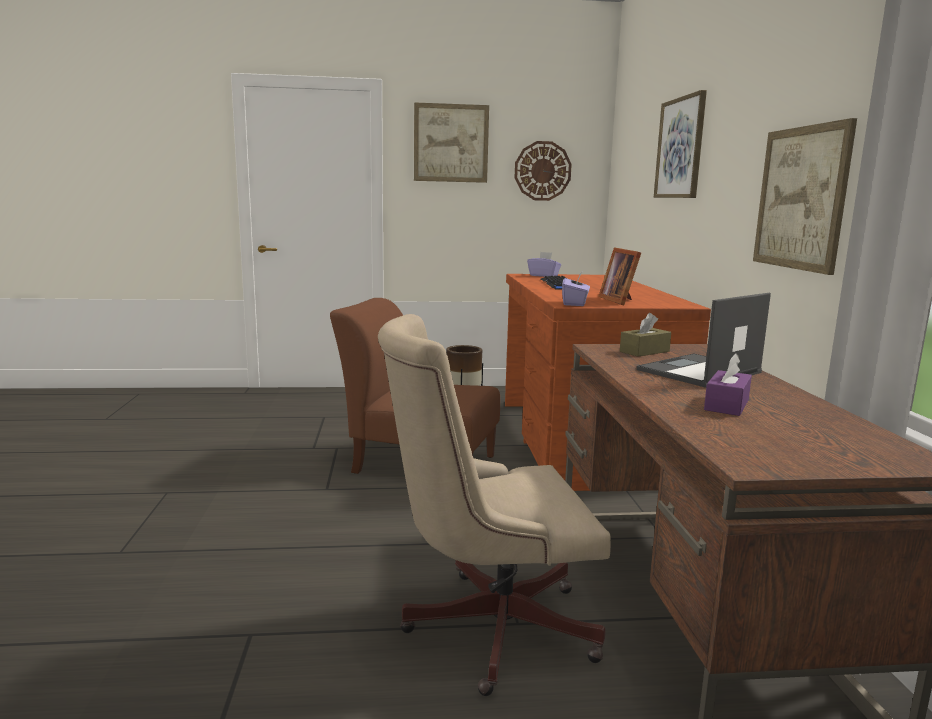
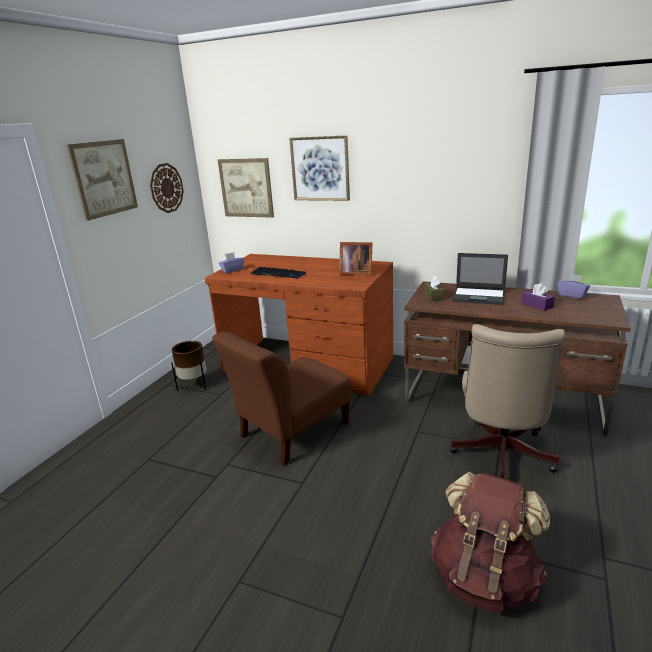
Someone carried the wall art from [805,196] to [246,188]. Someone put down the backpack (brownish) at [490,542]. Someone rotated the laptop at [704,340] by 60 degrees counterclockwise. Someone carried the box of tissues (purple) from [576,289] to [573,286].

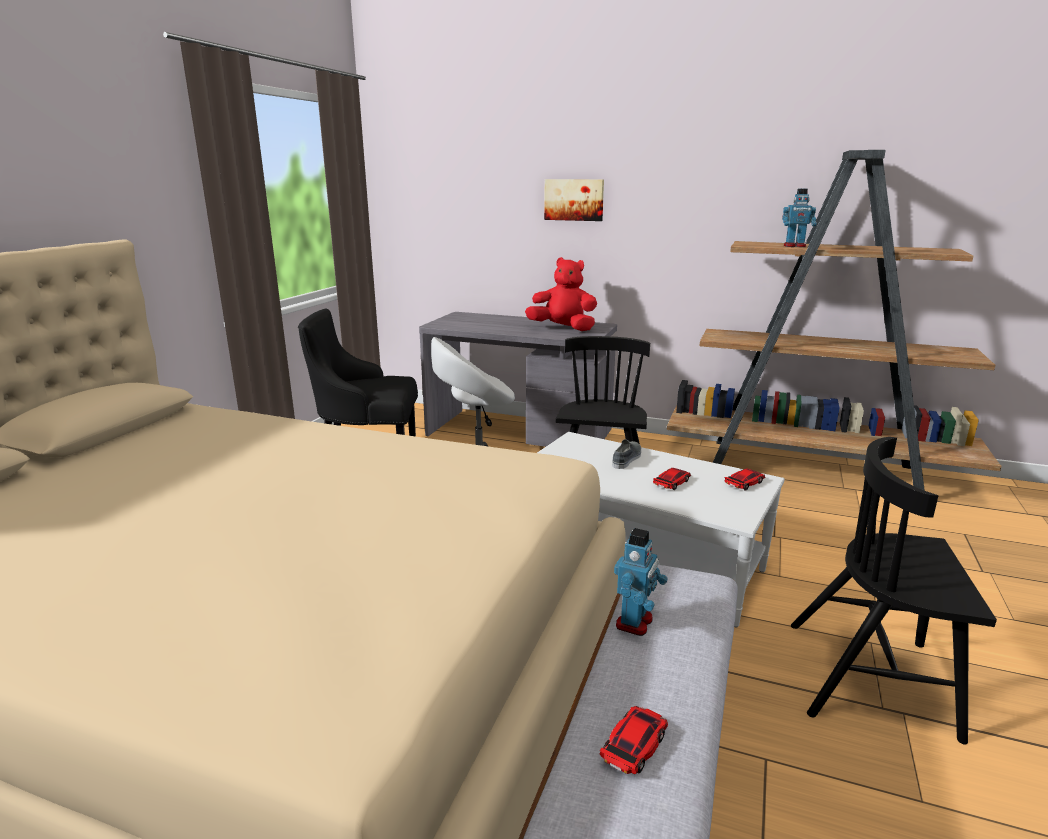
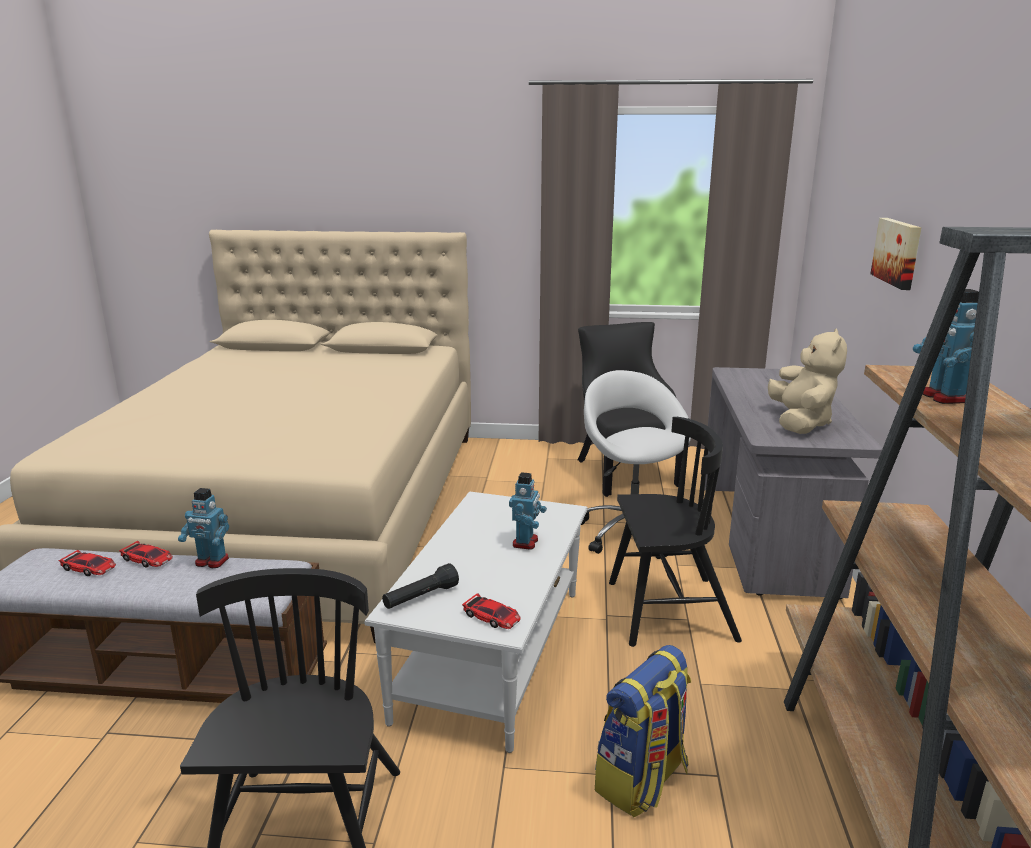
Someone carried the model car from [672,479] to [146,554]. Someone put down the flashlight (blackish) at [420,586]. Someone swapped the item of footwear (gray) at [626,454] for the toy robot at [528,511]. Someone put down the backpack at [643,731]. Someone repainted the plush toy (reddish) at [561,294], which became the plush toy (beige) at [807,381].

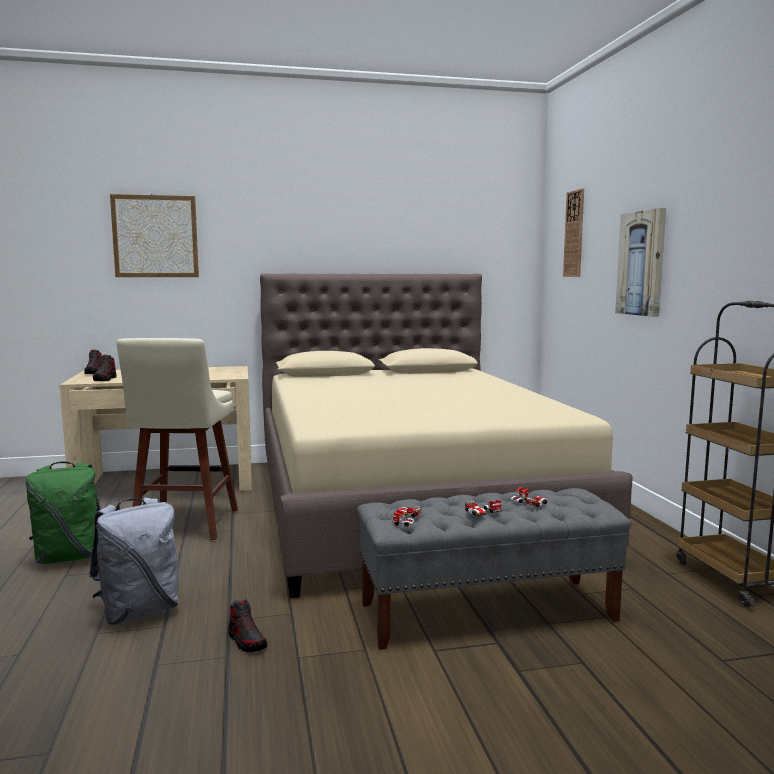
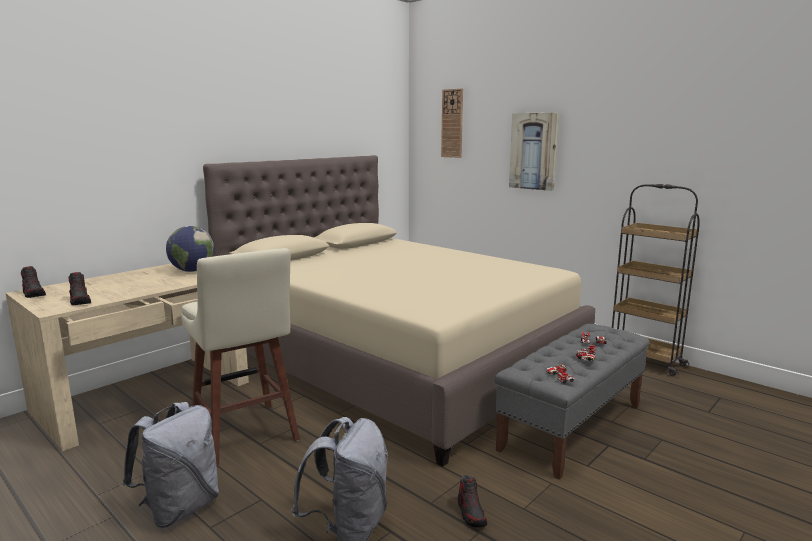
Someone repainted the backpack (green) at [63,512], which became the backpack (gray) at [171,465]. Someone put down the globe at [190,249]. Someone rotated the item of footwear at [248,625] by 60 degrees clockwise. Someone took away the wall art at [154,235].

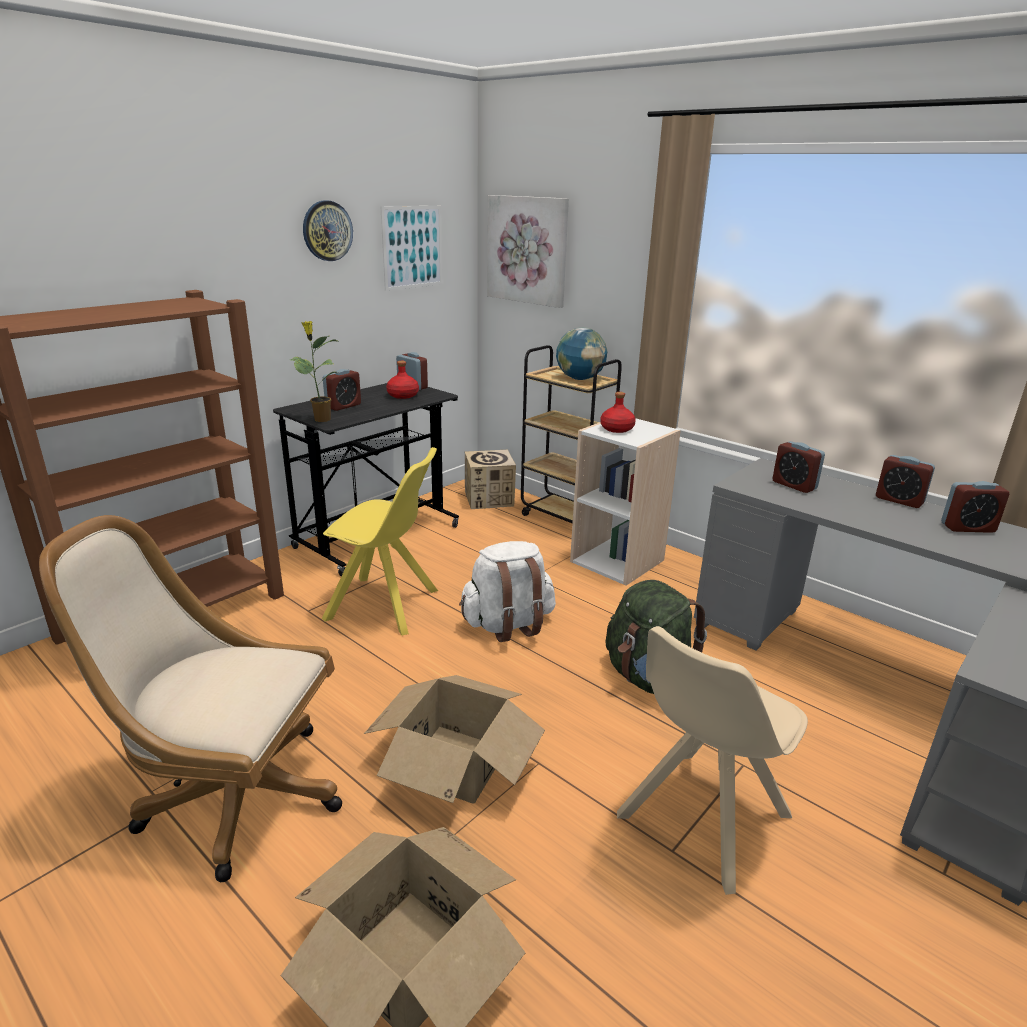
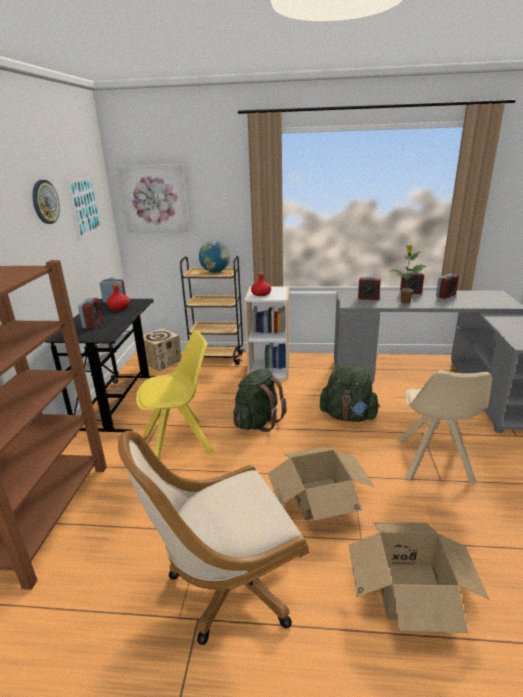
Someone repainted the backpack (white) at [507,591], which became the backpack (green) at [260,400]. Someone carried the plant in a pot from [313,371] to [409,274].

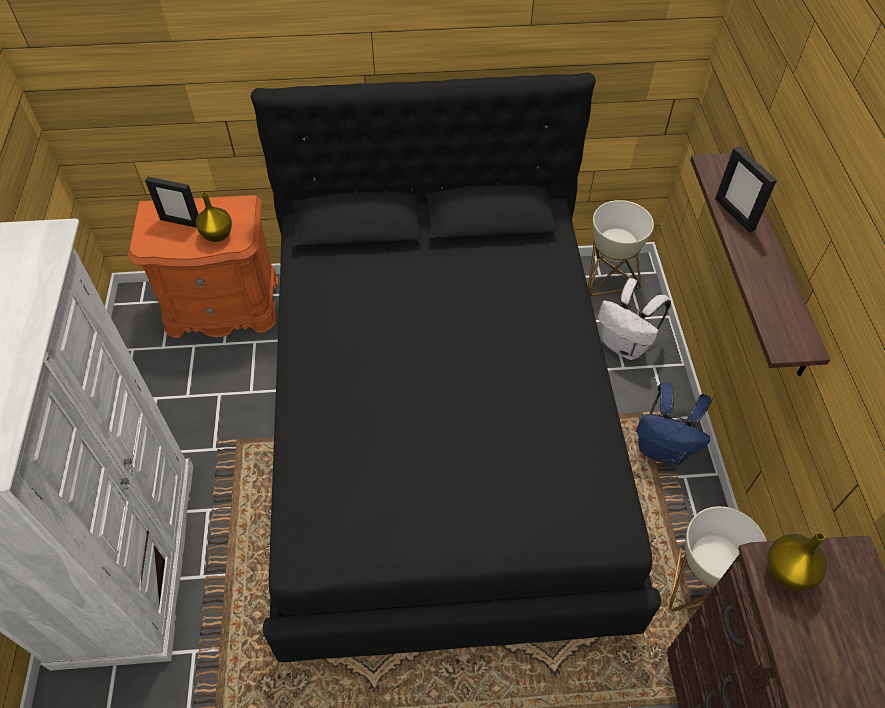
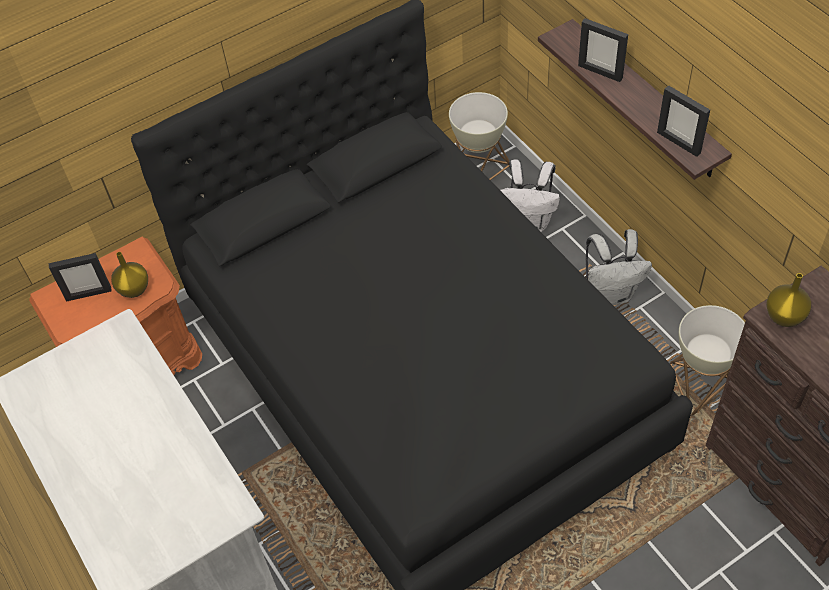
Someone repainted the backpack (bluish) at [674,424], which became the backpack (white) at [619,267]. Someone put down the picture frame at [683,121].

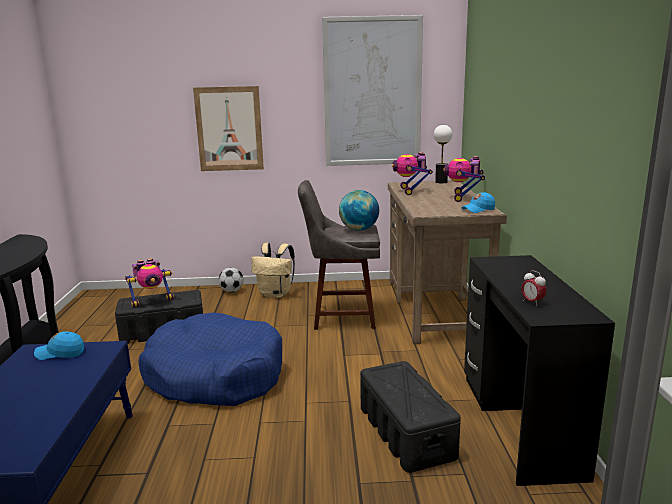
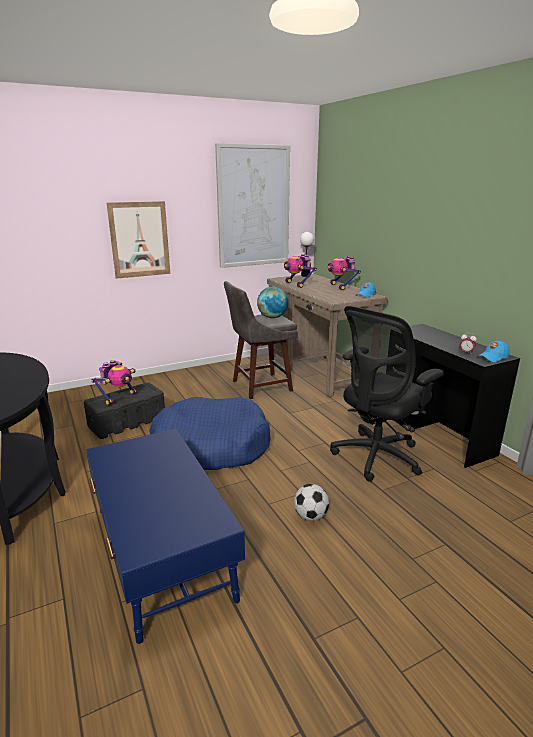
Someone carried the football from [231,279] to [311,502]. Someone swapped the storage container (blackish) at [410,417] for the office chair (blackish) at [387,394]. Someone carried the peaked cap (bluish) from [59,345] to [493,351]. Someone took away the backpack (beige) at [273,270].

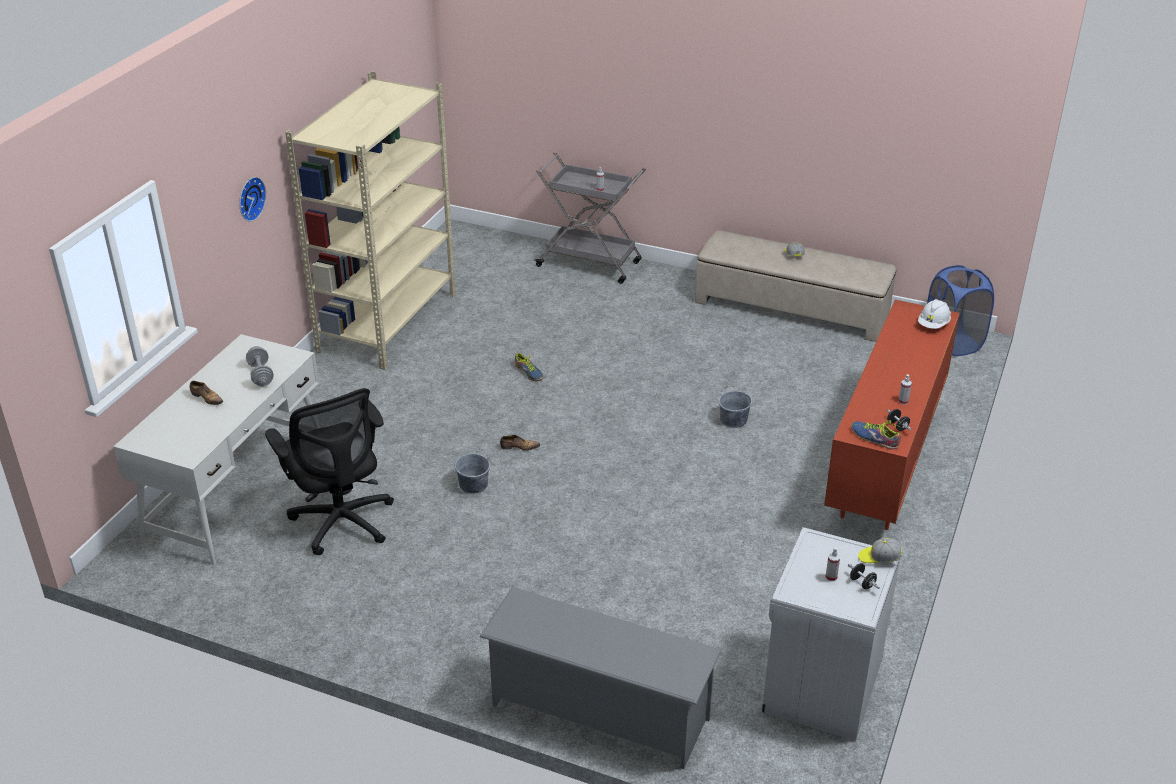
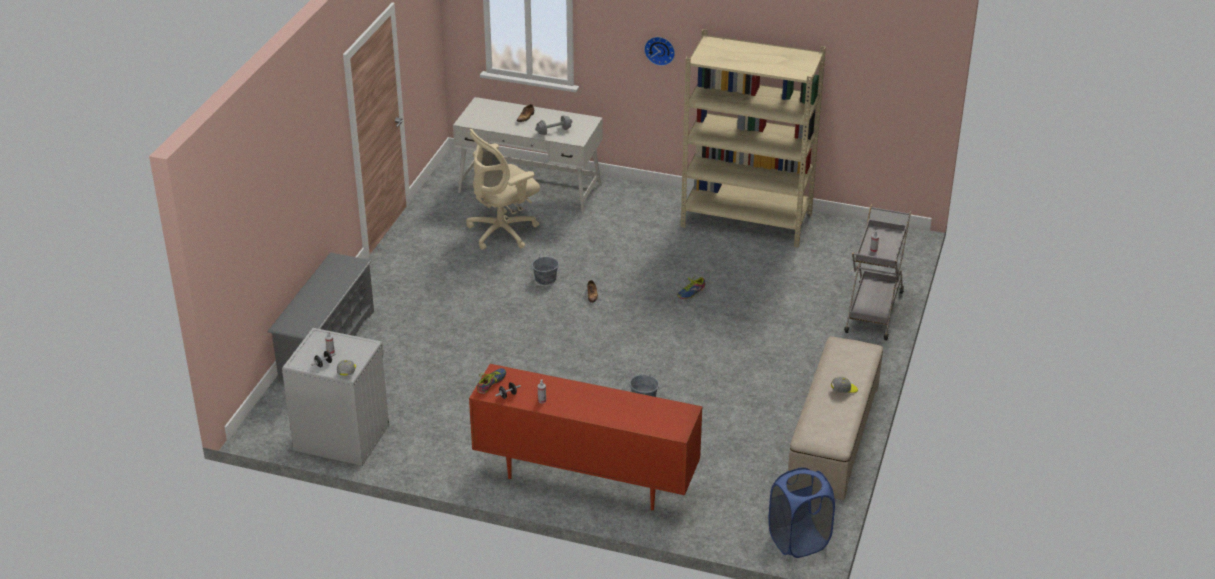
Someone repainted the office chair (blackish) at [329,471], which became the office chair (beige) at [503,189]. Someone took away the hard hat (white) at [934,314].

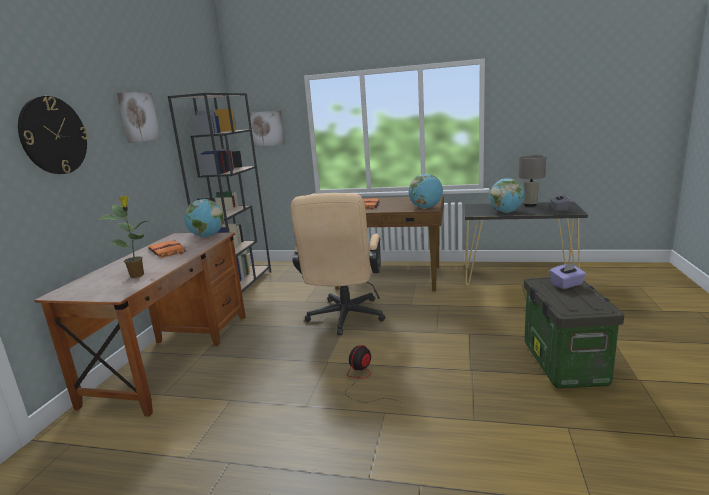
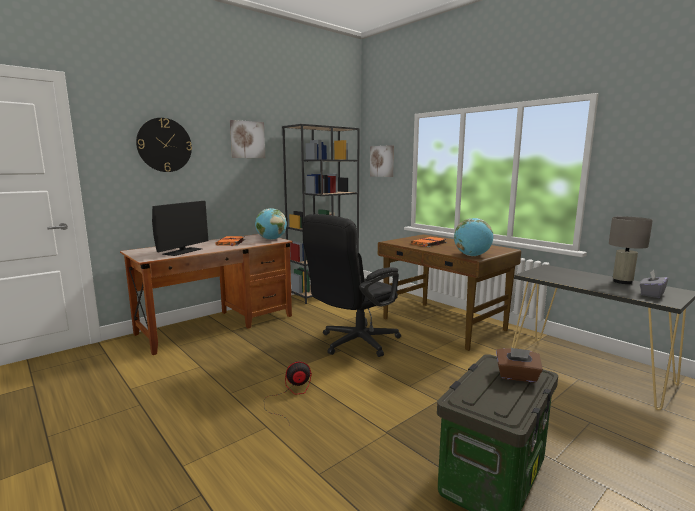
Someone swapped the plant in a pot at [123,237] for the computer display at [180,228]. Someone repainted the office chair (beige) at [338,264], which became the office chair (blackish) at [351,285]. Someone repainted the box of tissues (purple) at [567,276], which became the box of tissues (brownish) at [519,365]. Someone took away the globe at [507,195].

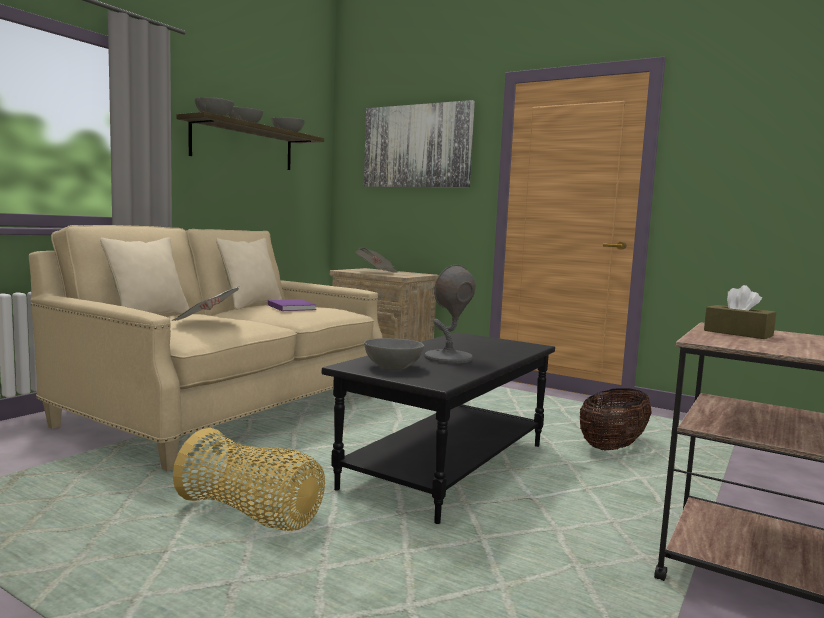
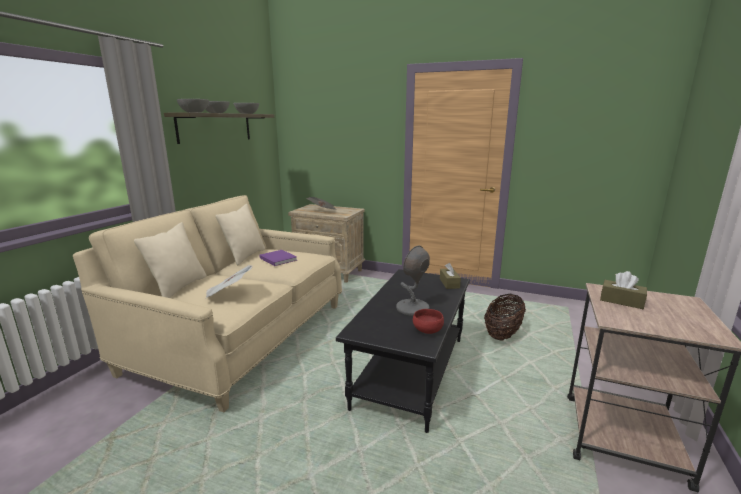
Someone put down the deep dish (reddish) at [428,321]. Someone put down the box of tissues (brownish) at [450,276]. Someone took away the storage basket at [249,479]. Someone took away the wall art at [419,143]. Someone took away the deep dish (gray) at [394,353].

